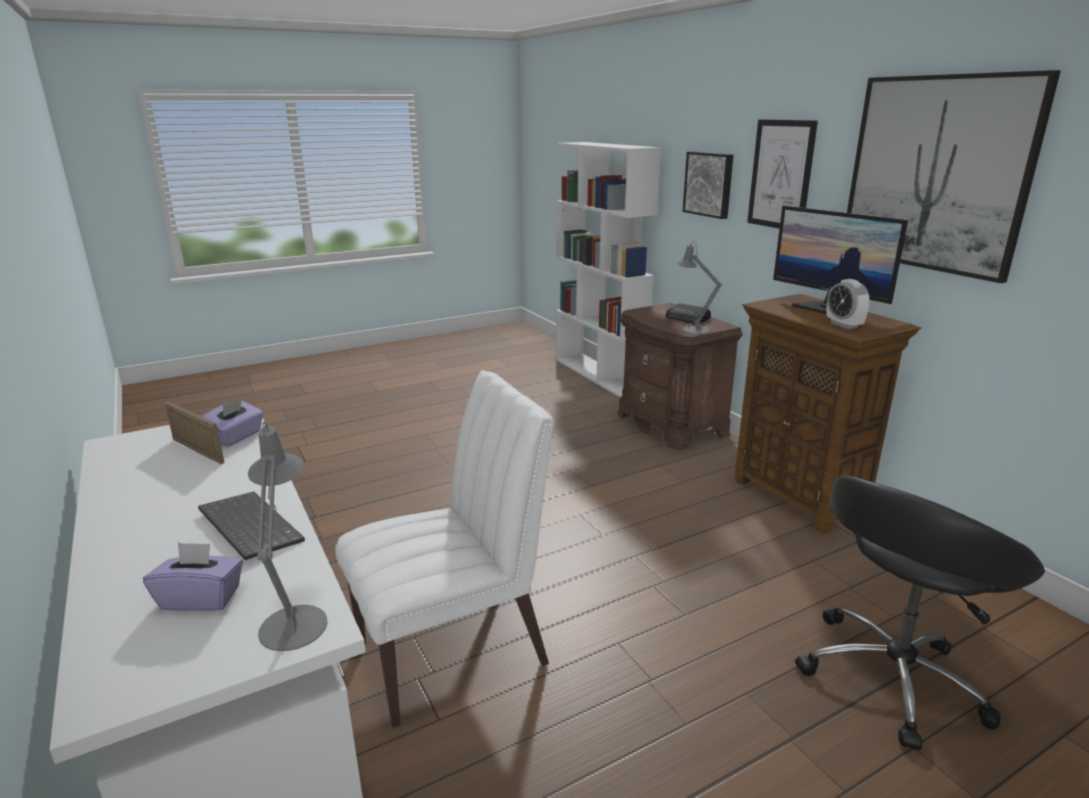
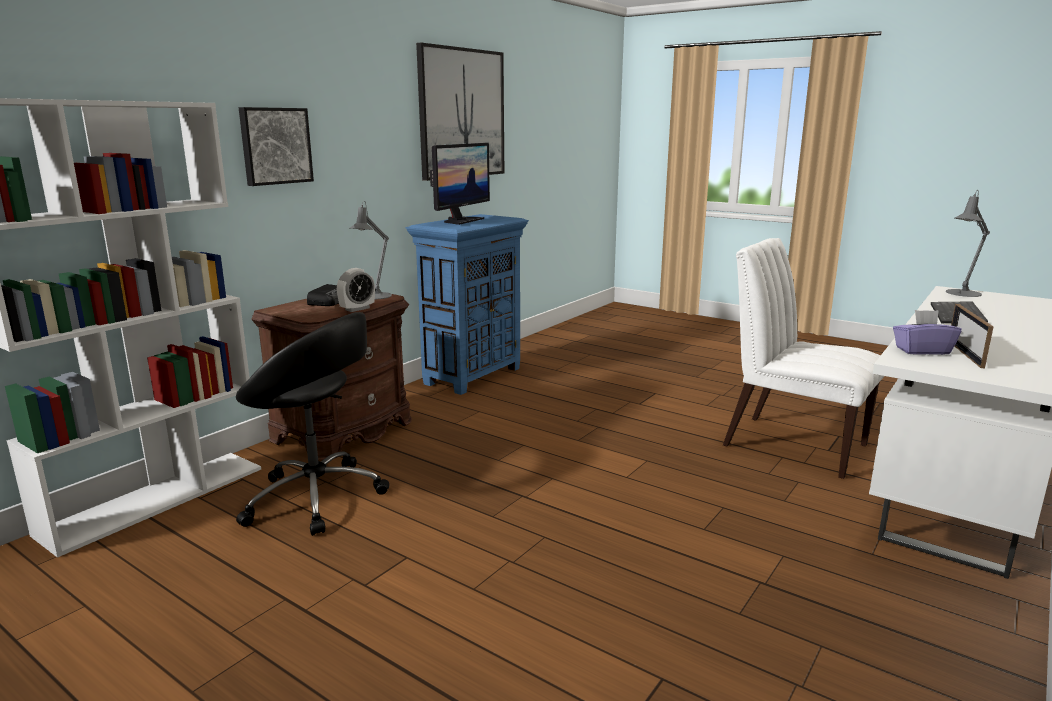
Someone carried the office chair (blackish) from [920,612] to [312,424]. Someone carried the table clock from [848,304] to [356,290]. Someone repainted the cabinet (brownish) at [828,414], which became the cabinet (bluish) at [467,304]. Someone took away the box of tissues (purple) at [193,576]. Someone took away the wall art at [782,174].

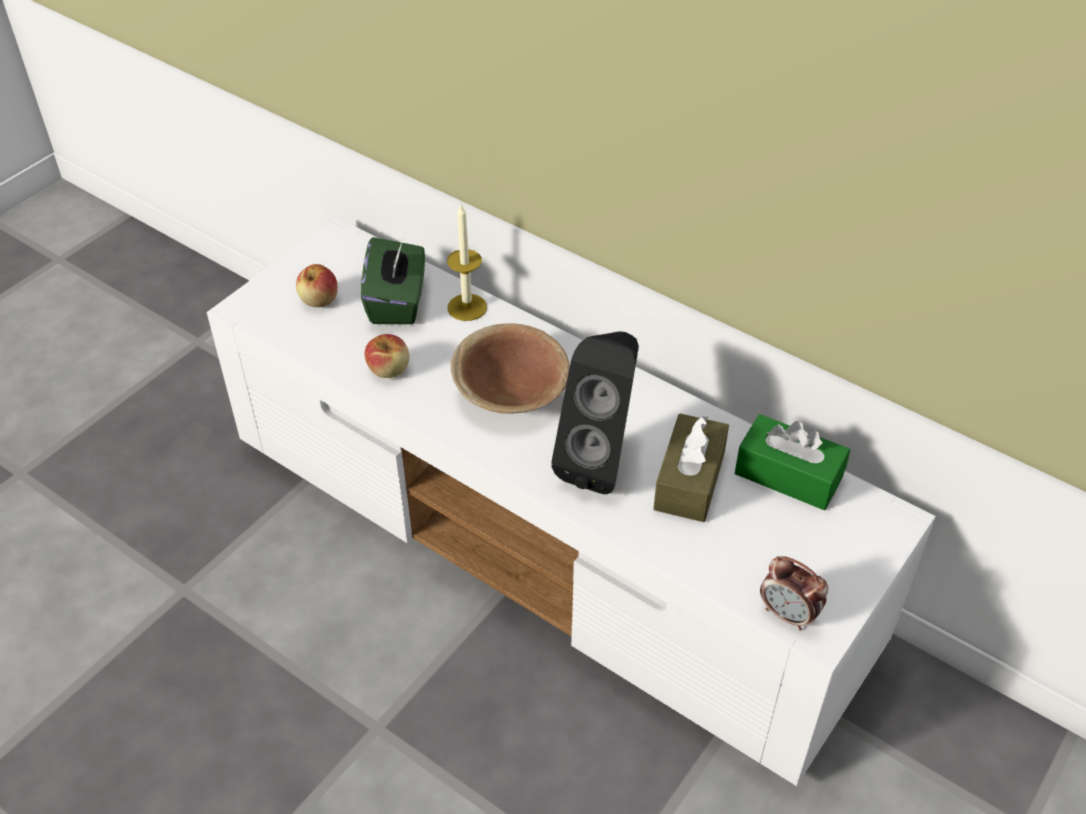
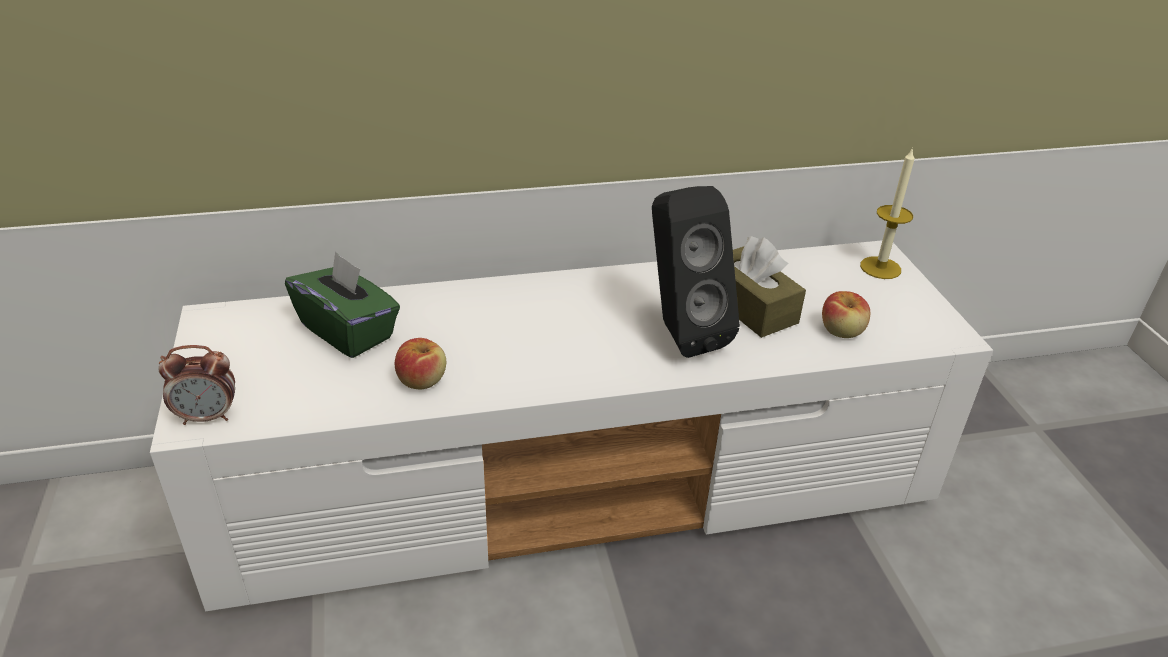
Someone carried the table clock from [794,593] to [196,385]. Someone carried the whole apple from [317,285] to [846,314]. Someone carried the wax candle from [467,263] to [887,213]. Someone took away the deep dish (brownish) at [510,368]. Someone took away the box of tissues (green) at [792,462].

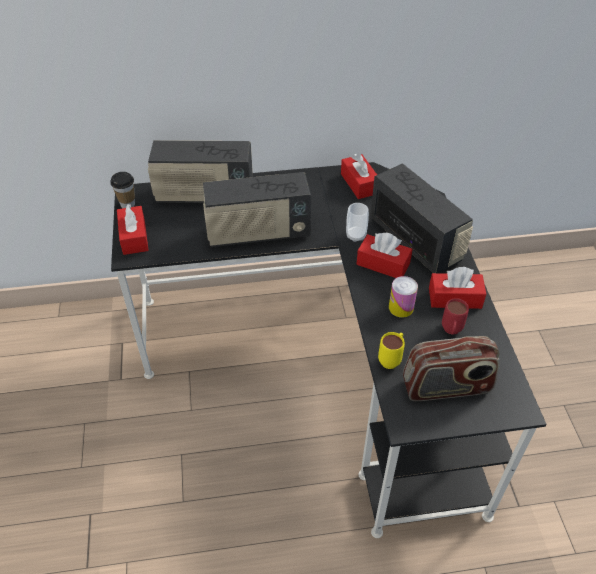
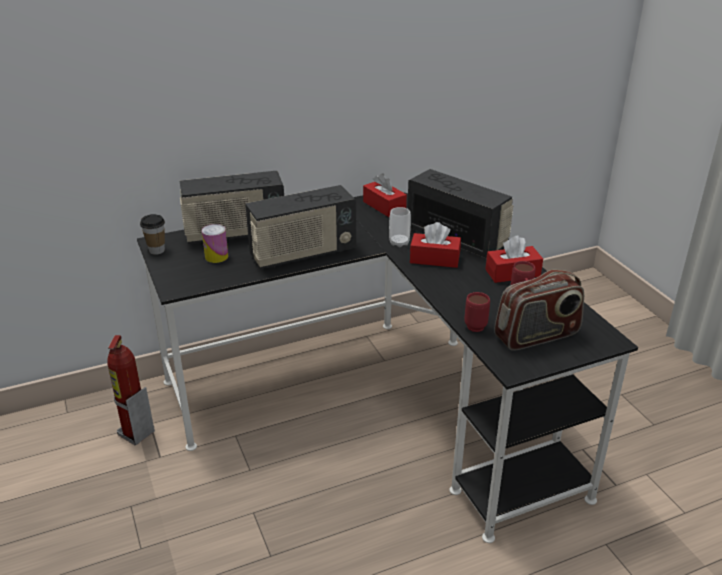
Someone put down the fire-fighting cylinder at [131,390]. Someone carried the sealed can from [403,297] to [215,243]. Someone repainted the mug (yellow-coloured) at [391,350], which became the mug (reddish) at [477,312]. Someone took away the box of tissues (reddish) at [133,229].

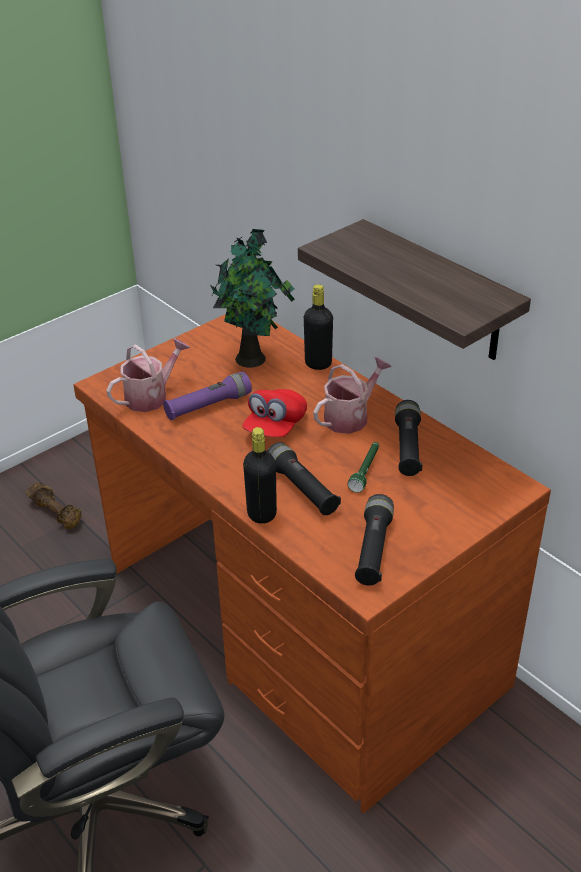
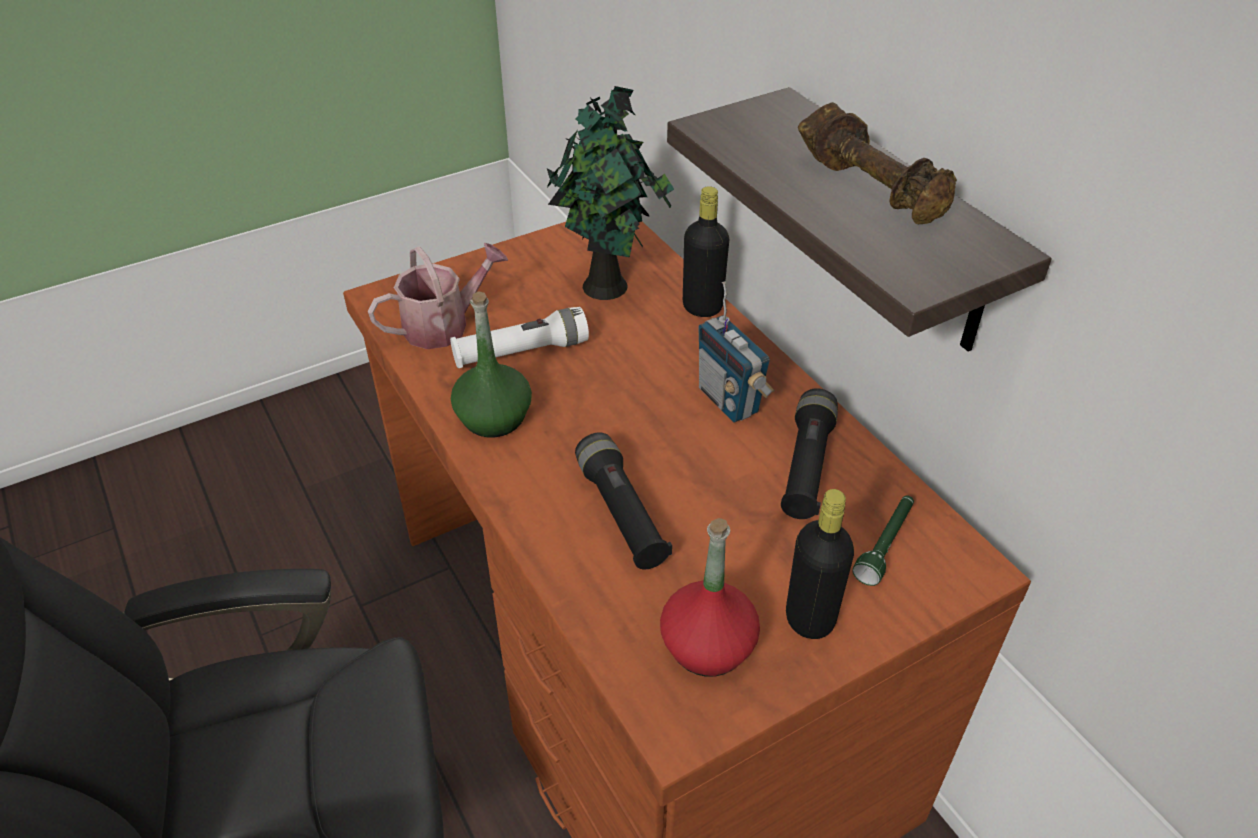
Someone repainted the flashlight (purple) at [207,396], which became the flashlight (white) at [519,337]. Someone put down the drink bottle (green) at [491,364]. Someone swapped the flashlight (blackish) at [374,540] for the drink bottle (reddish) at [710,597]. Someone swapped the sprinkling can at [352,395] for the radio set at [736,352]. Someone carried the drink bottle (blackish) from [260,475] to [820,564]. Someone carried the free weight (brownish) from [53,505] to [877,163]. Someone carried the flashlight (green) from [363,467] to [883,540]. Someone took away the peaked cap (reddish) at [274,413].

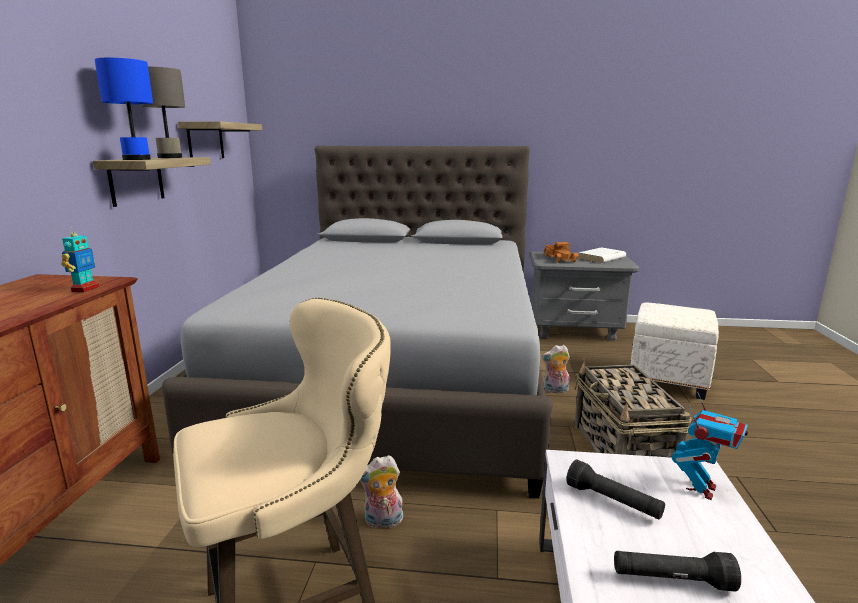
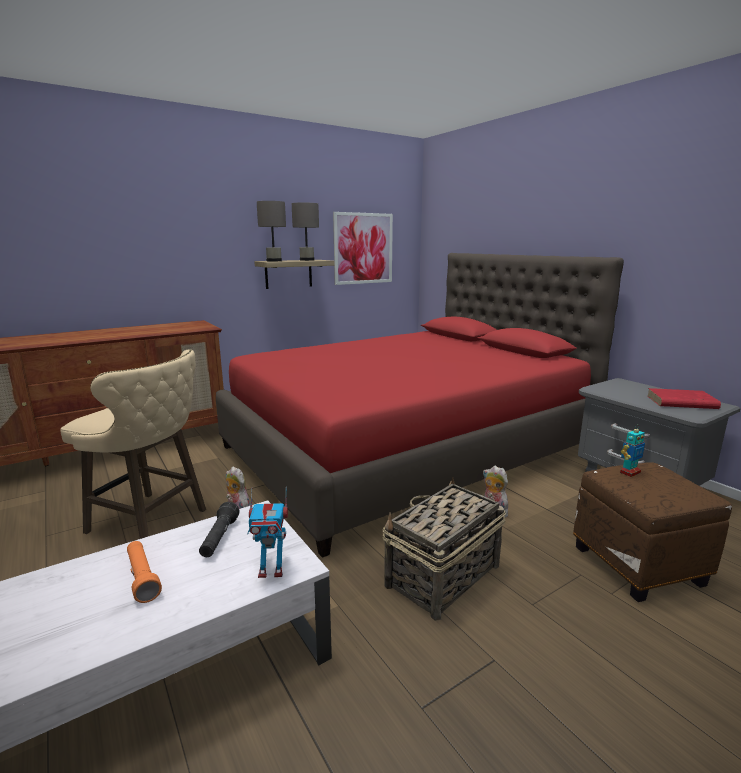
Someone repainted the flashlight (blackish) at [677,571], which became the flashlight (orangey) at [144,572]. Someone repainted the sleeping bed (gray) at [357,322], which became the sleeping bed (reddish) at [420,405]. Someone repainted the table lamp (bluish) at [124,109], which became the table lamp (gray) at [271,231]. Someone swapped the wall shelf at [220,139] for the wall art at [363,248]. Someone repainted the pouffe (white) at [674,351], which became the pouffe (brownish) at [652,532]. Someone carried the toy robot from [80,259] to [632,450]. Someone repainted the bound book (white) at [602,255], which became the bound book (reddish) at [684,398]. Someone took away the toy truck at [561,252].

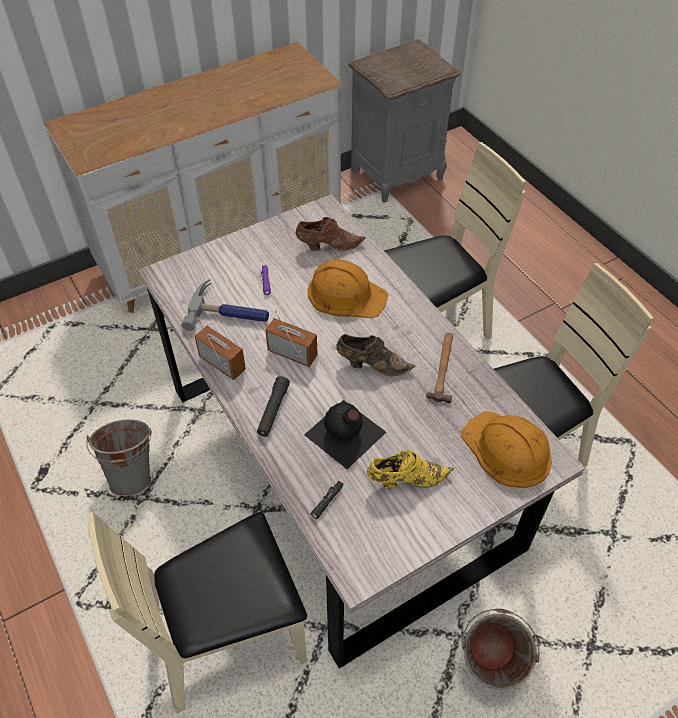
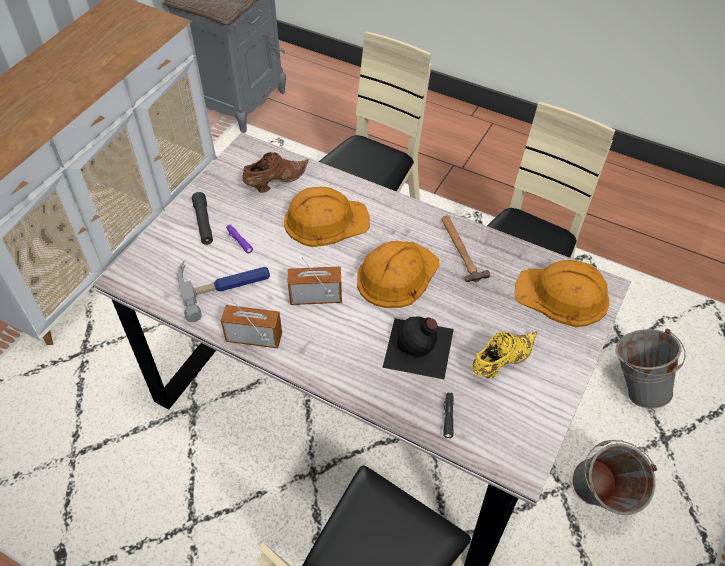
Someone carried the flashlight (blackish) from [273,406] to [202,218]. Someone swapped the item of footwear (brownish) at [376,355] for the hard hat (orangey) at [398,274]. Someone carried the pail (gray) from [119,457] to [650,369].

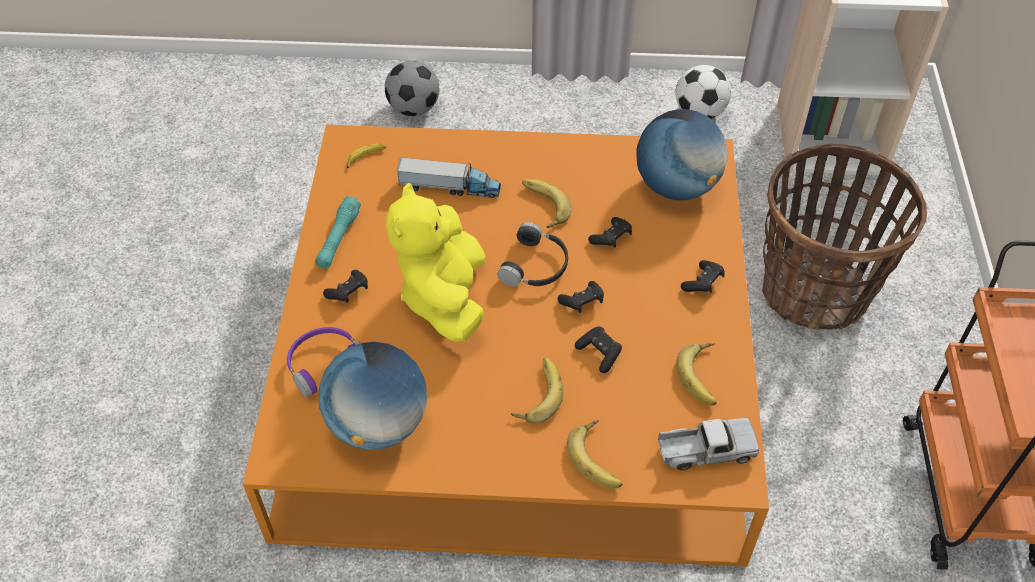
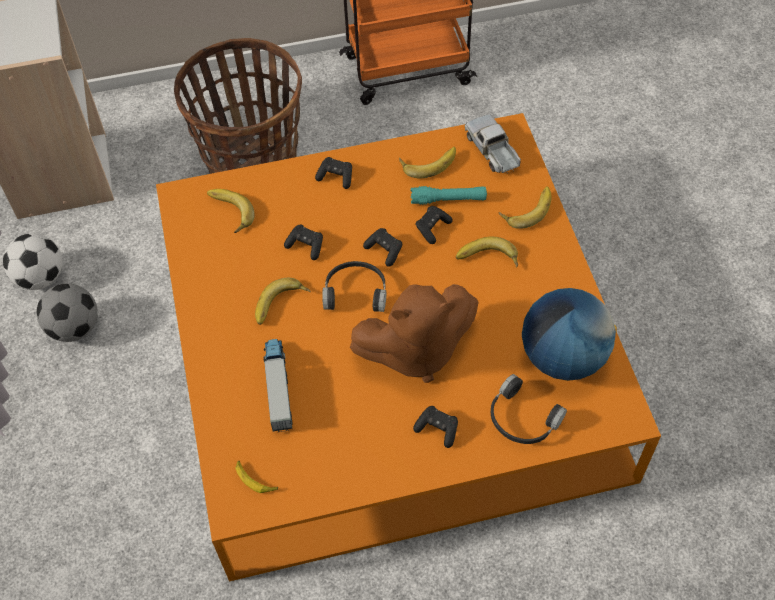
Someone carried the football from [412,88] to [67,312]. Someone swapped the globe at [682,154] for the whole banana at [231,211]. Someone repainted the plush toy (yellow-coloured) at [436,262], which became the plush toy (brownish) at [414,333]. Someone carried the flashlight (turquoise-coloured) from [338,232] to [448,195]. Someone repainted the headset (purple) at [323,362], which became the headset (blackish) at [529,409].

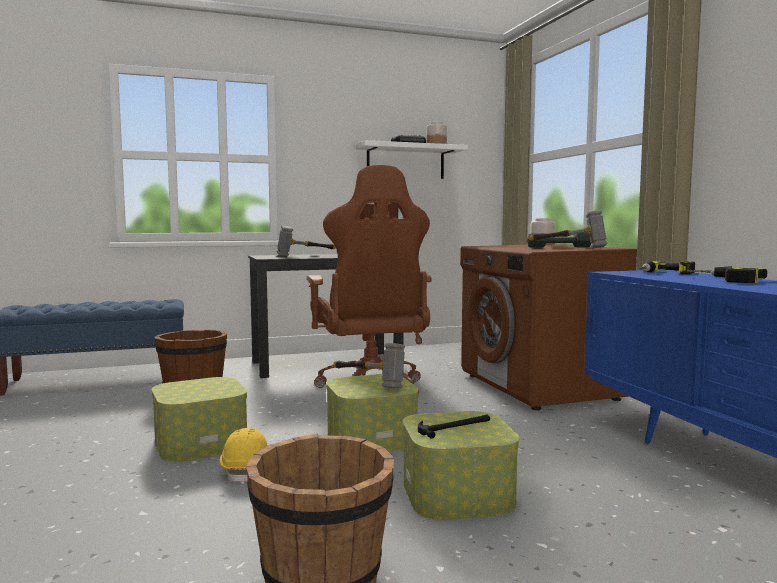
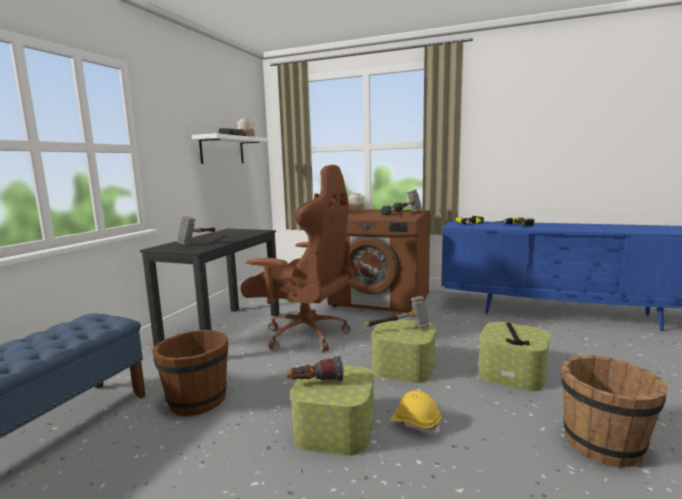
Someone put down the flashlight at [315,369].

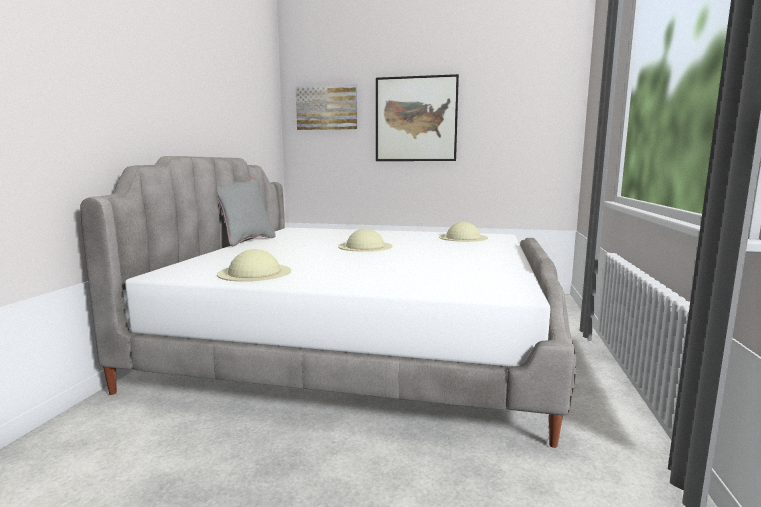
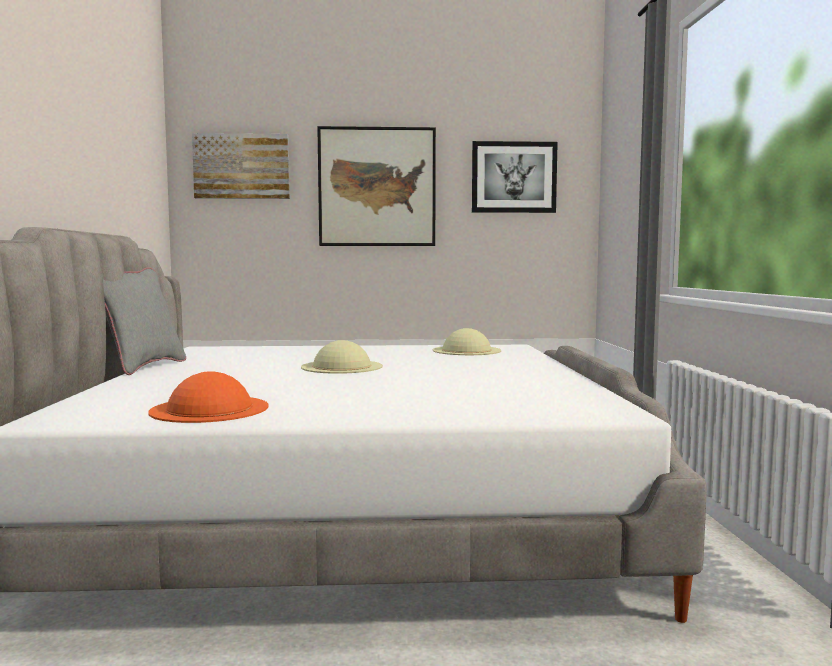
Someone repainted the hat (beige) at [254,265], which became the hat (orangey) at [208,397]. Someone put up the wall art at [515,177].

